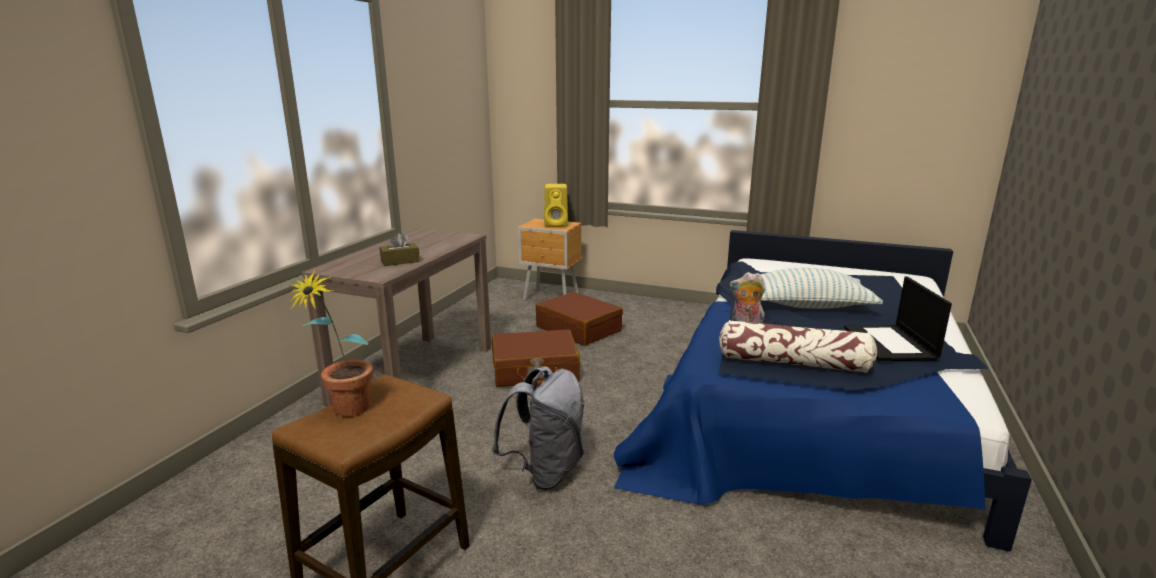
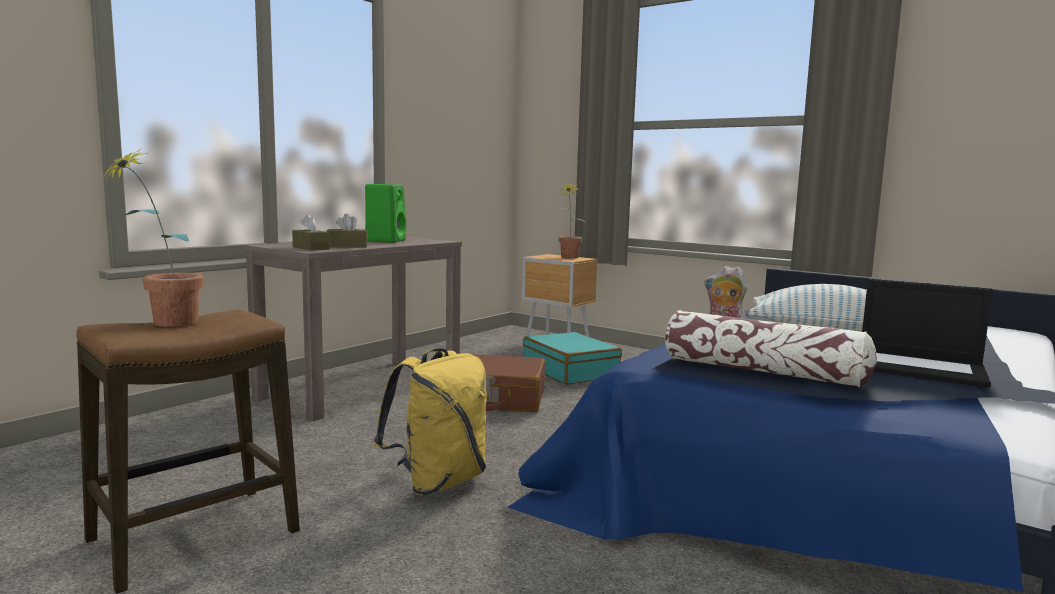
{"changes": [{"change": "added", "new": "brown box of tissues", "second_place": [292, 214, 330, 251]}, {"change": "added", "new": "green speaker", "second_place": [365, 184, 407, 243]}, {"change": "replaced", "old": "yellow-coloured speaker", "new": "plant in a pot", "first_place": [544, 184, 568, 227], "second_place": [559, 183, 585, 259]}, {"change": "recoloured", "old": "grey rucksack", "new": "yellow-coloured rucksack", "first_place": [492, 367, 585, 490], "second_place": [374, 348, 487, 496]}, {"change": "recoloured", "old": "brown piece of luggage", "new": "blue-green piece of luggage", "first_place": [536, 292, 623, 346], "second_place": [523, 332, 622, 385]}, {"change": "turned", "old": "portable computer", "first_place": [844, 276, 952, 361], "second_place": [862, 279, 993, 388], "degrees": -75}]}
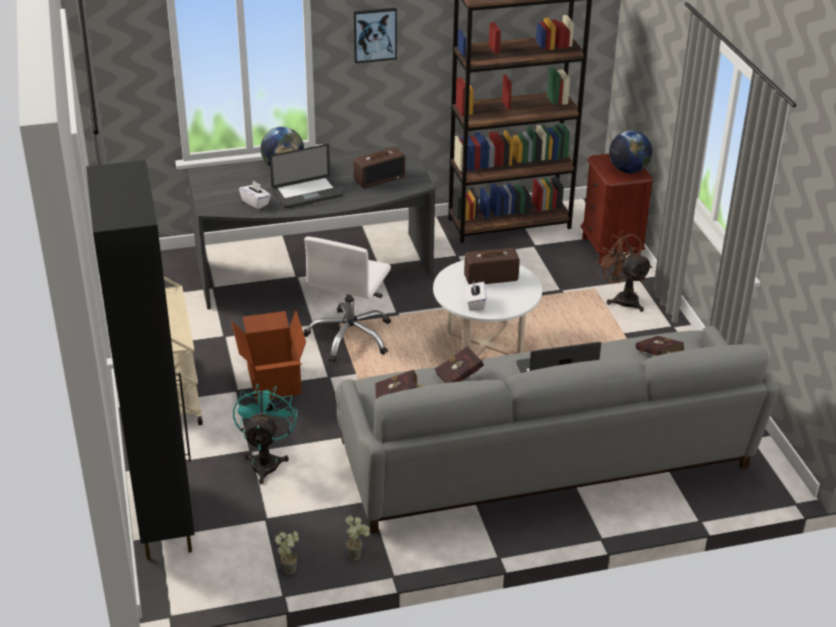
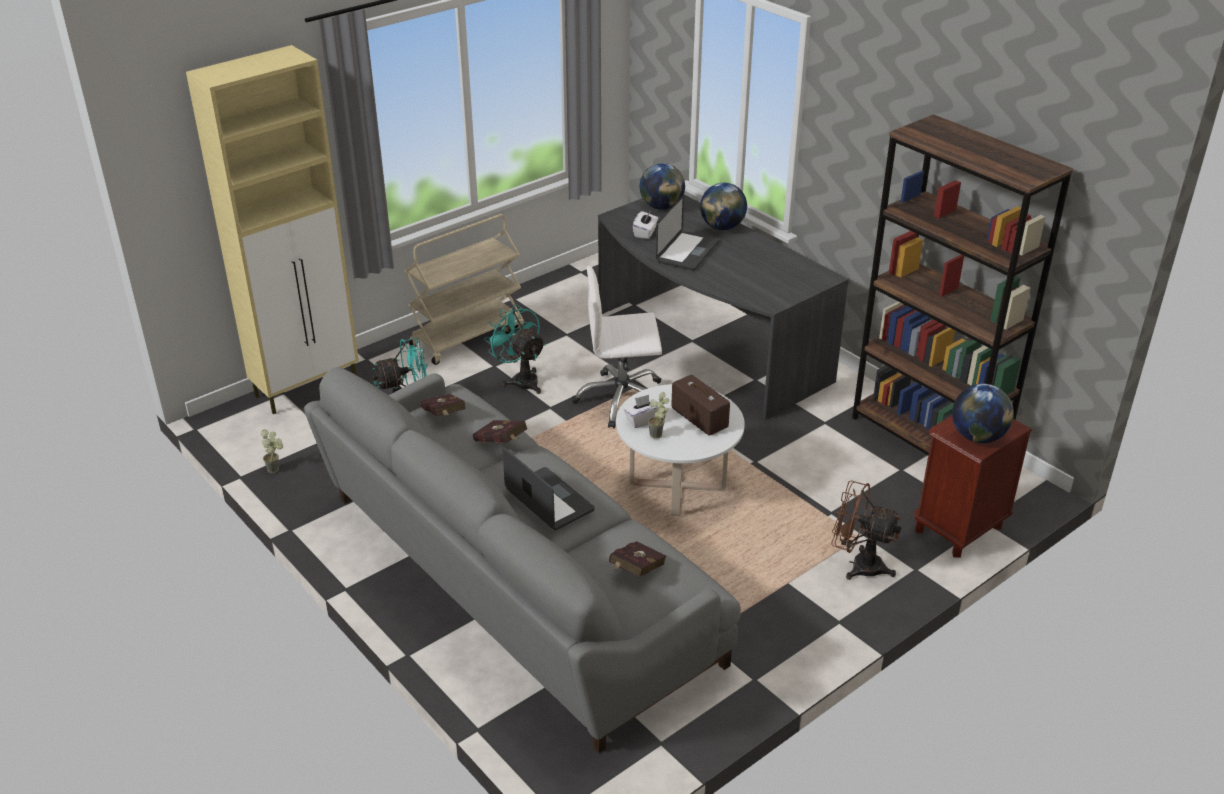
{"changes": [{"change": "removed", "old": "picture", "first_place": [354, 8, 397, 63]}, {"change": "removed", "old": "radio", "first_place": [354, 147, 405, 189]}, {"change": "added", "new": "desk globe", "second_place": [640, 163, 685, 210]}, {"change": "moved", "old": "plant in a pot", "first_place": [345, 516, 370, 560], "second_place": [648, 392, 669, 439]}, {"change": "replaced", "old": "carton", "new": "blue-green electric fan", "first_place": [231, 310, 306, 401], "second_place": [484, 304, 546, 394]}, {"change": "recoloured", "old": "black cupboard", "new": "beige-coloured cupboard", "first_place": [86, 160, 195, 560], "second_place": [186, 45, 359, 414]}, {"change": "turned", "old": "portable computer", "first_place": [270, 144, 343, 208], "second_place": [656, 195, 719, 271], "degrees": -105}, {"change": "turned", "old": "brown electric fan", "first_place": [596, 230, 653, 312], "second_place": [831, 481, 902, 580], "degrees": -90}]}
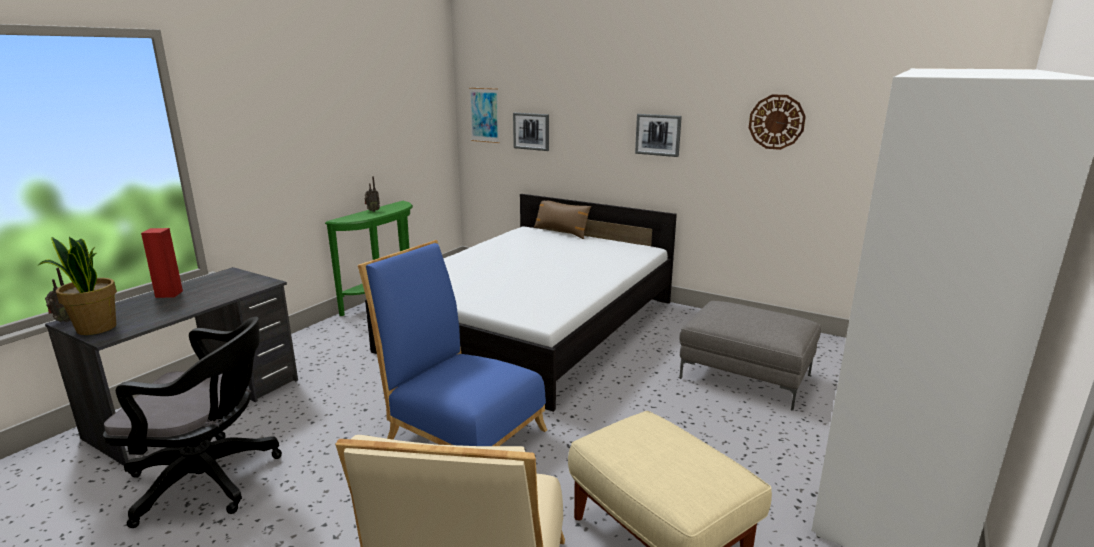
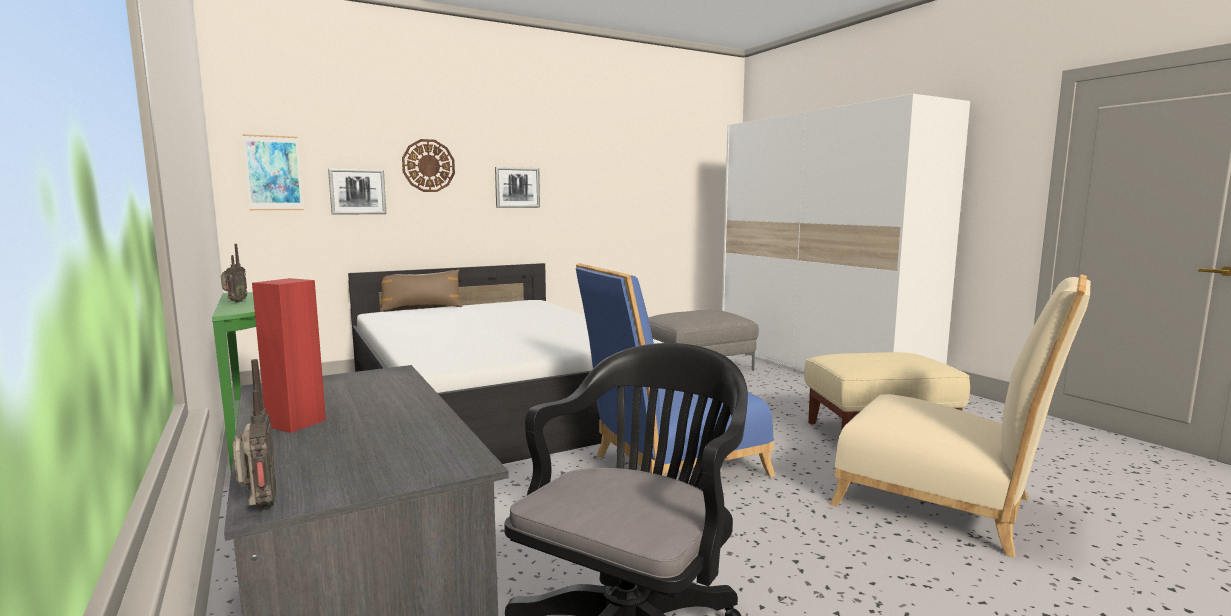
{"changes": [{"change": "removed", "old": "plant in a pot", "first_place": [39, 237, 117, 335]}, {"change": "moved", "old": "clock on the wall", "first_place": [749, 94, 806, 150], "second_place": [402, 139, 455, 192]}]}
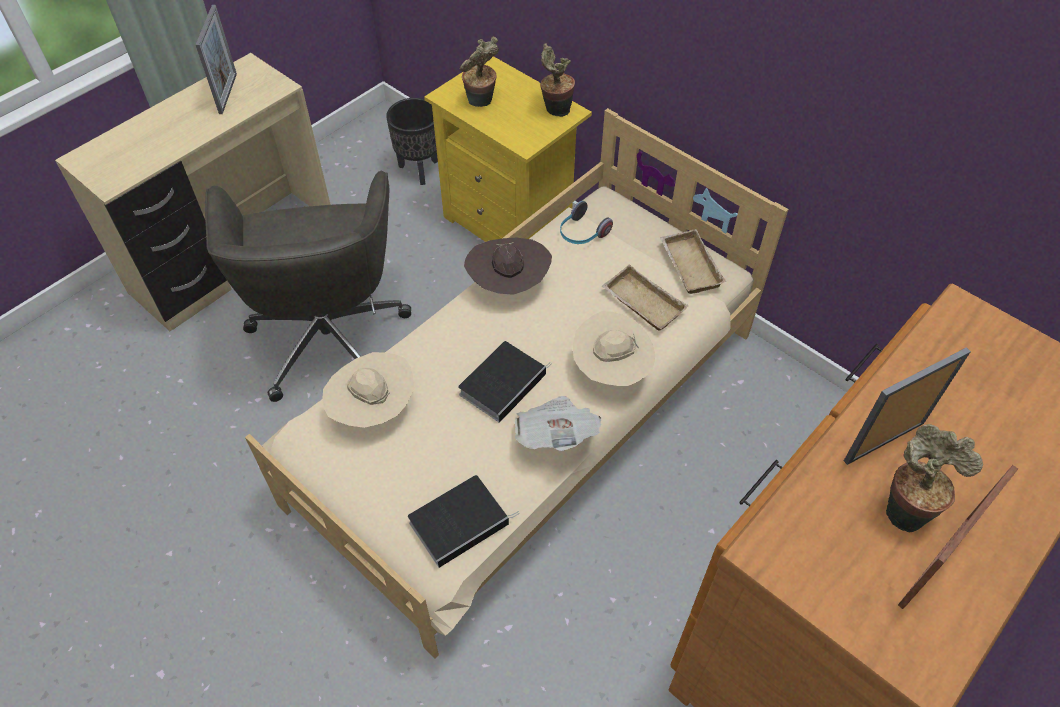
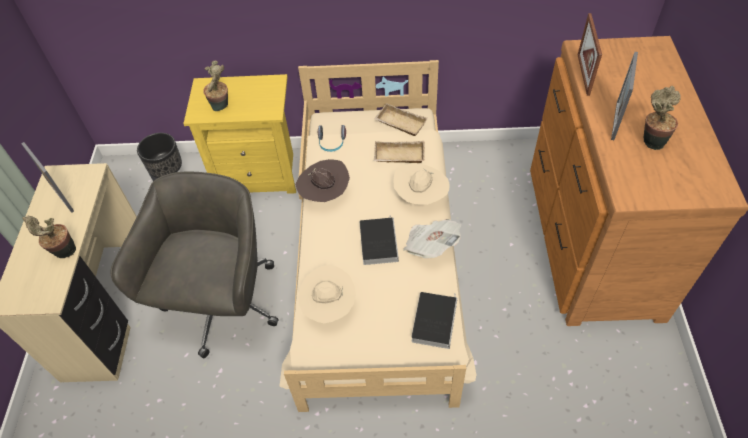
{"changes": [{"change": "moved", "old": "plant in a pot", "first_place": [540, 43, 575, 117], "second_place": [22, 216, 76, 258]}, {"change": "moved", "old": "photo frame", "first_place": [898, 465, 1018, 609], "second_place": [578, 13, 602, 96]}, {"change": "turned", "old": "grey computer chair", "first_place": [205, 171, 411, 402], "second_place": [111, 172, 279, 358], "degrees": -120}]}
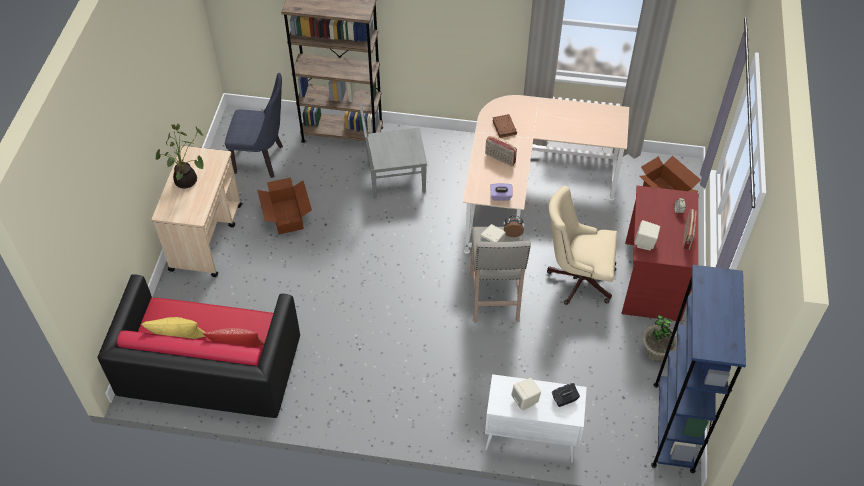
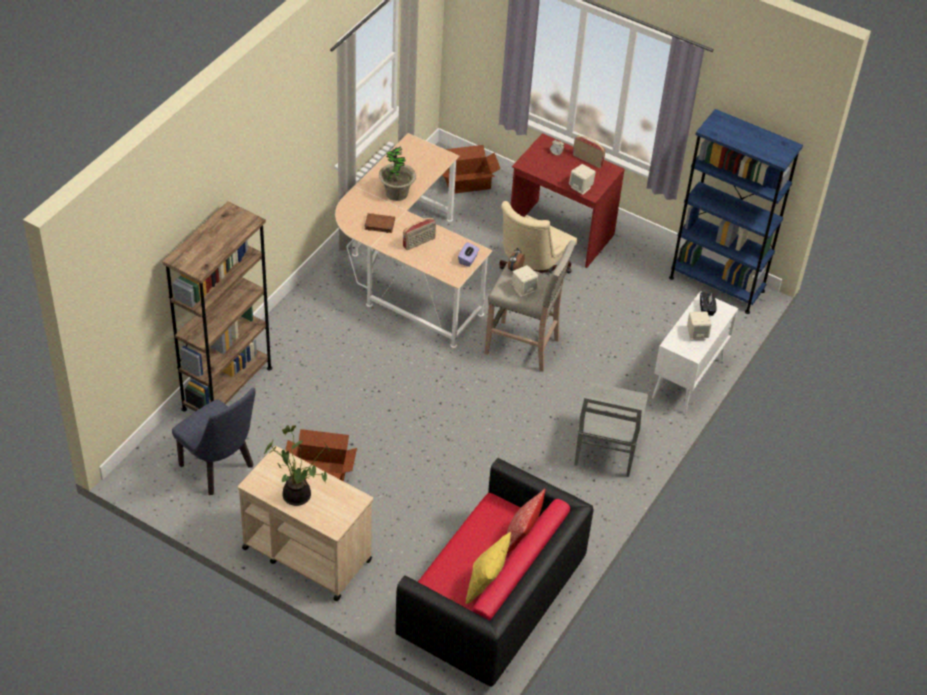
{"changes": [{"change": "moved", "old": "grey chair", "first_place": [359, 103, 427, 199], "second_place": [574, 382, 648, 477]}, {"change": "moved", "old": "plant in a pot", "first_place": [642, 315, 677, 362], "second_place": [379, 146, 416, 201]}, {"change": "turned", "old": "bluish chair", "first_place": [225, 73, 283, 178], "second_place": [172, 388, 256, 495], "degrees": 105}]}
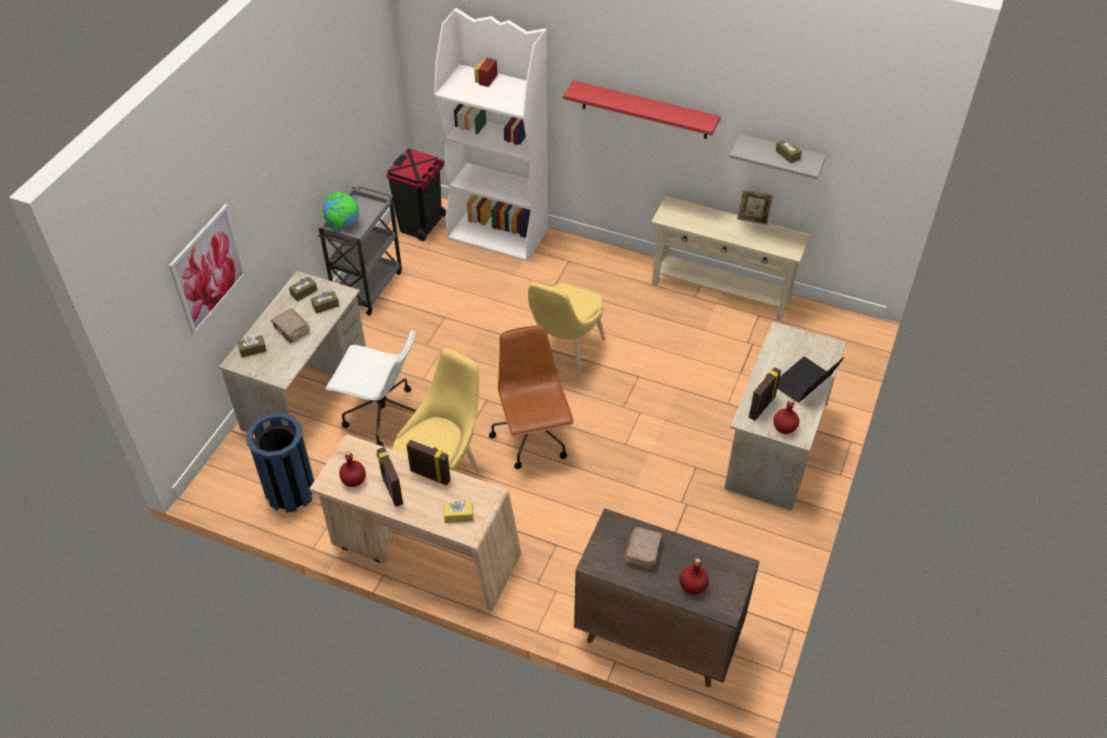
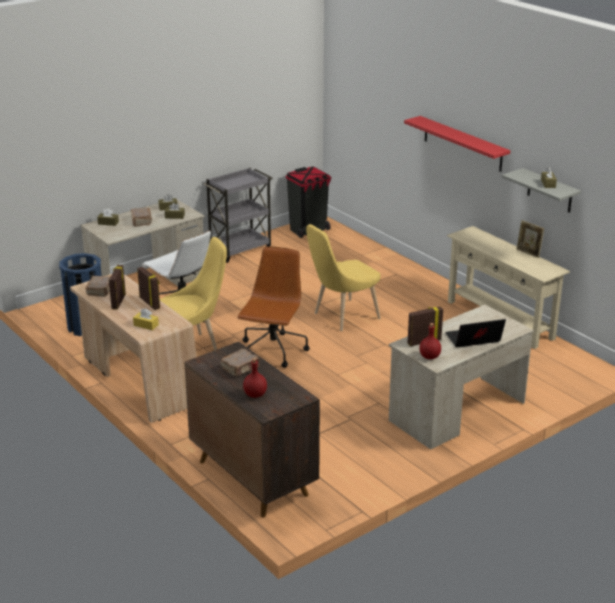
{"changes": [{"change": "removed", "old": "picture", "first_place": [169, 204, 246, 335]}, {"change": "removed", "old": "desk globe", "first_place": [322, 192, 359, 228]}, {"change": "removed", "old": "whitish bookcase", "first_place": [434, 8, 548, 262]}, {"change": "replaced", "old": "red-coloured beverage bottle", "new": "brown book", "first_place": [339, 452, 366, 487], "second_place": [85, 276, 110, 297]}]}
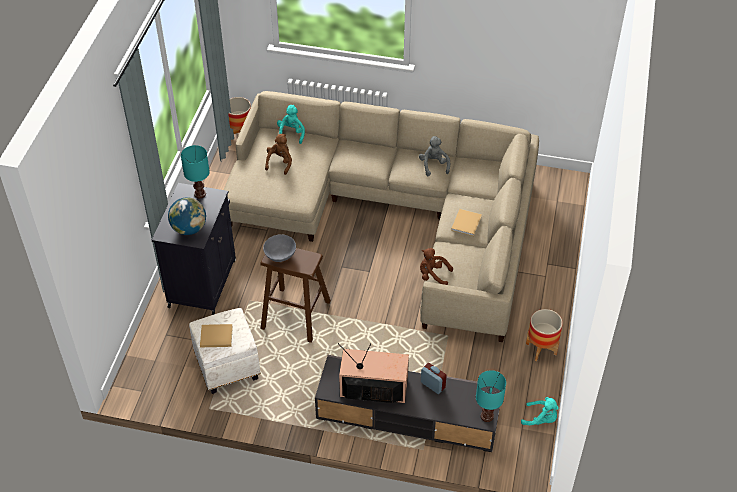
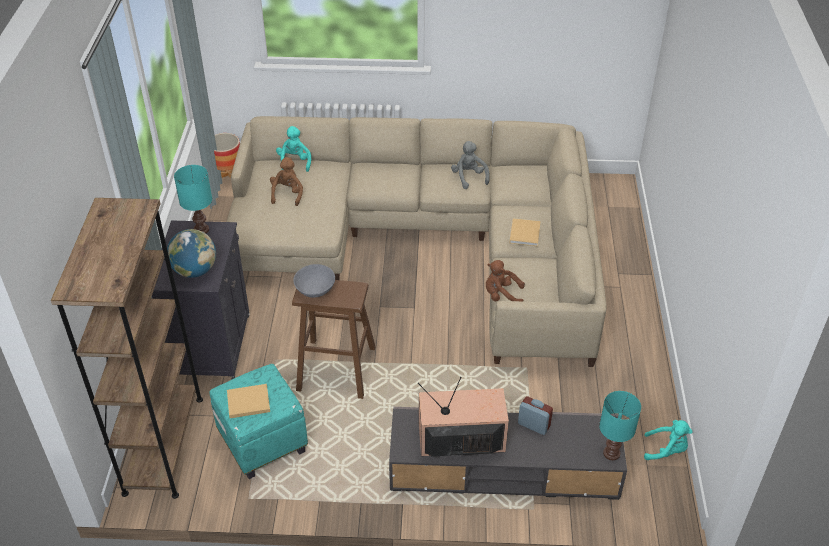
{"changes": [{"change": "removed", "old": "flower pot", "first_place": [526, 309, 563, 361]}, {"change": "added", "new": "brown bookcase", "second_place": [51, 198, 203, 499]}, {"change": "recoloured", "old": "whitish footrest", "new": "blue-green footrest", "first_place": [189, 308, 261, 394], "second_place": [209, 364, 308, 479]}]}
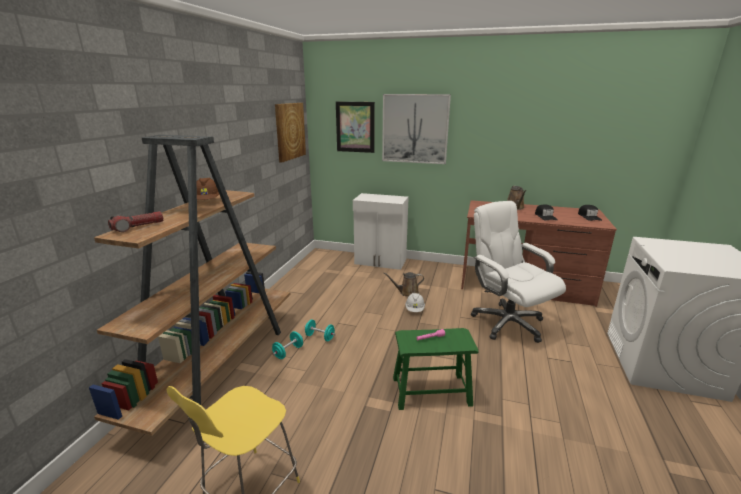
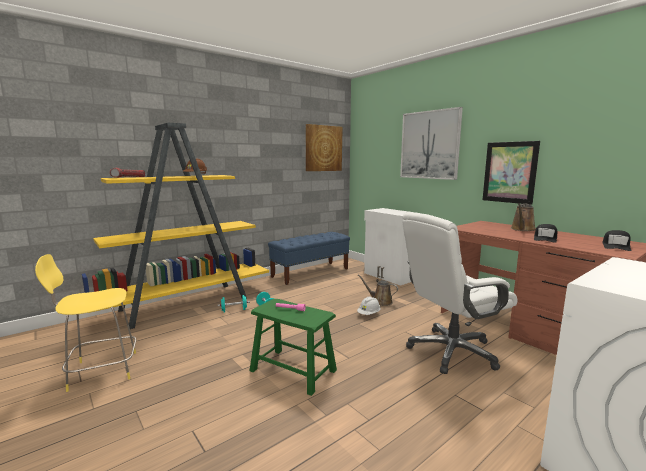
{"changes": [{"change": "added", "new": "bluish bench", "second_place": [268, 232, 350, 285]}, {"change": "moved", "old": "picture", "first_place": [336, 102, 375, 153], "second_place": [483, 141, 540, 205]}, {"change": "recoloured", "old": "brown bookcase", "new": "yellow-coloured bookcase", "first_place": [89, 135, 291, 436], "second_place": [82, 123, 269, 329]}, {"change": "turned", "old": "whitish computer chair", "first_place": [471, 201, 566, 343], "second_place": [402, 212, 518, 374], "degrees": -120}]}
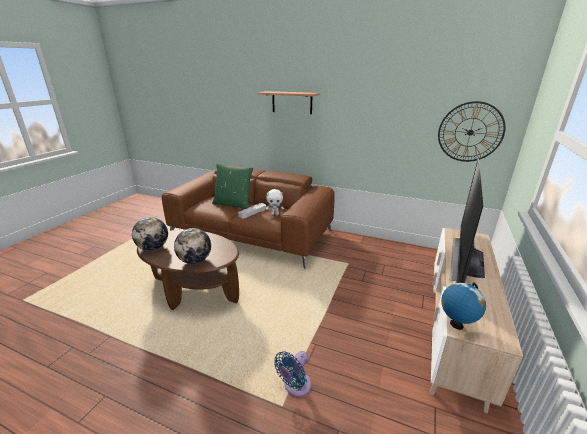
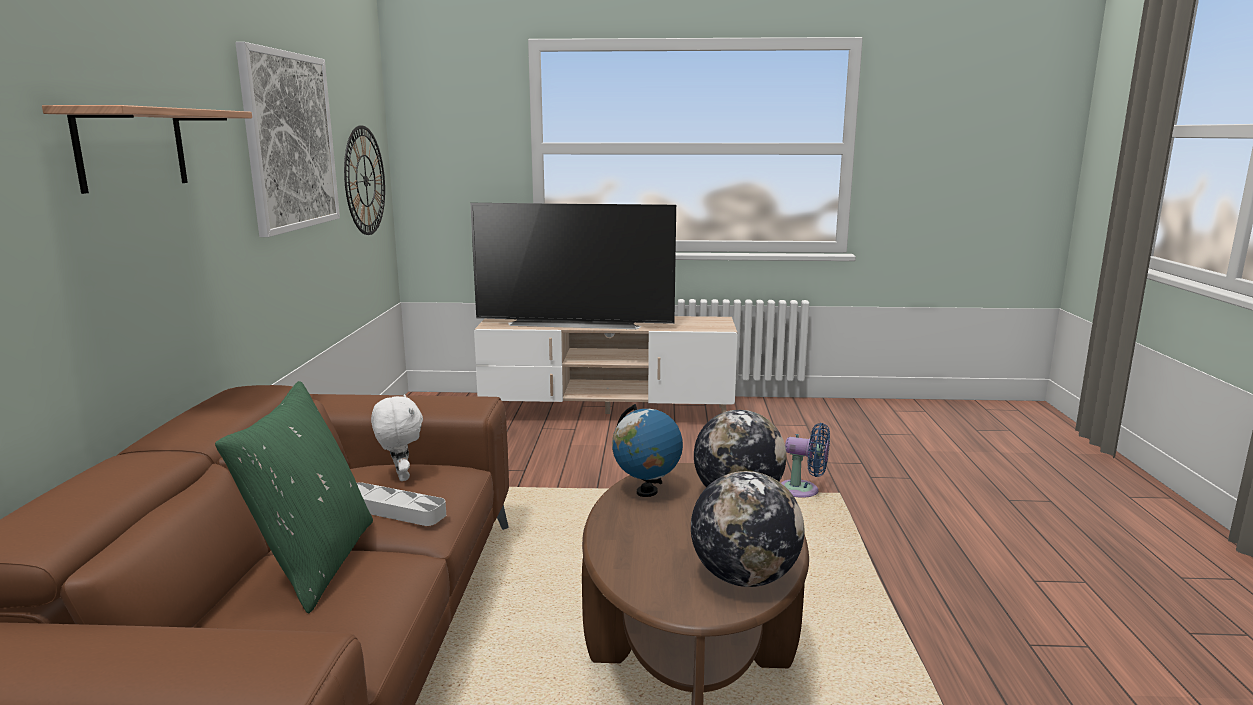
{"changes": [{"change": "added", "new": "picture", "second_place": [235, 42, 340, 237]}, {"change": "moved", "old": "desk globe", "first_place": [441, 282, 486, 330], "second_place": [612, 404, 683, 497]}]}
